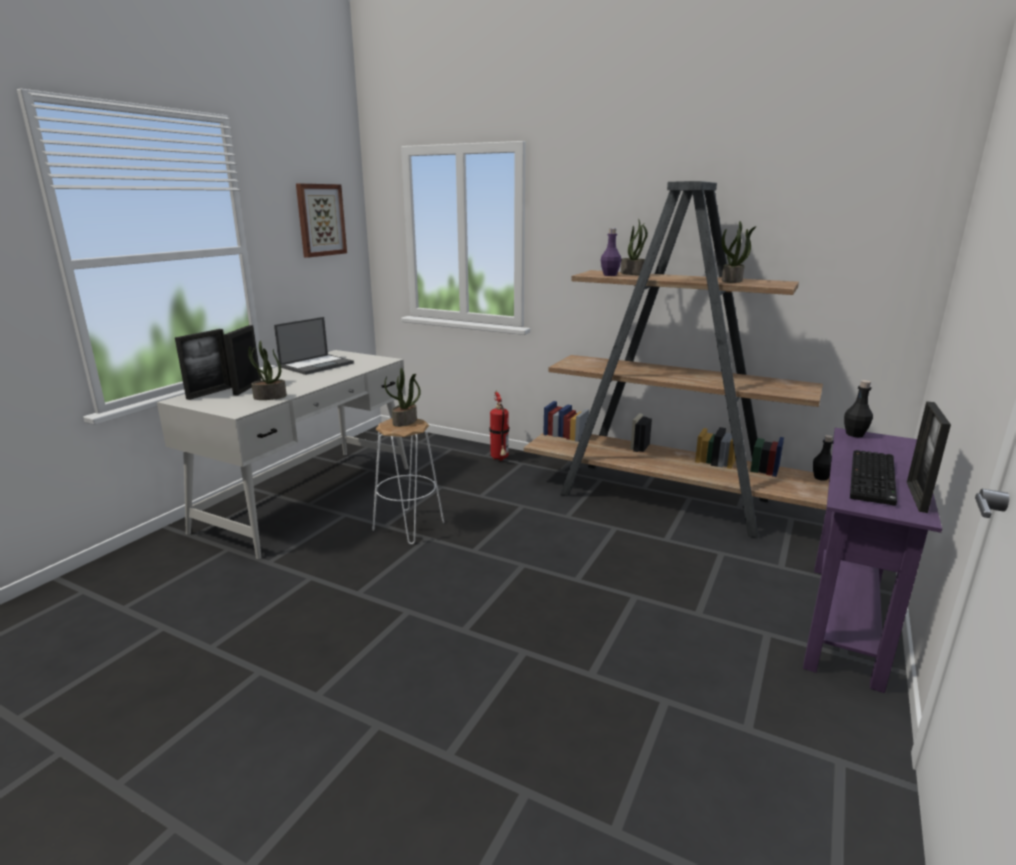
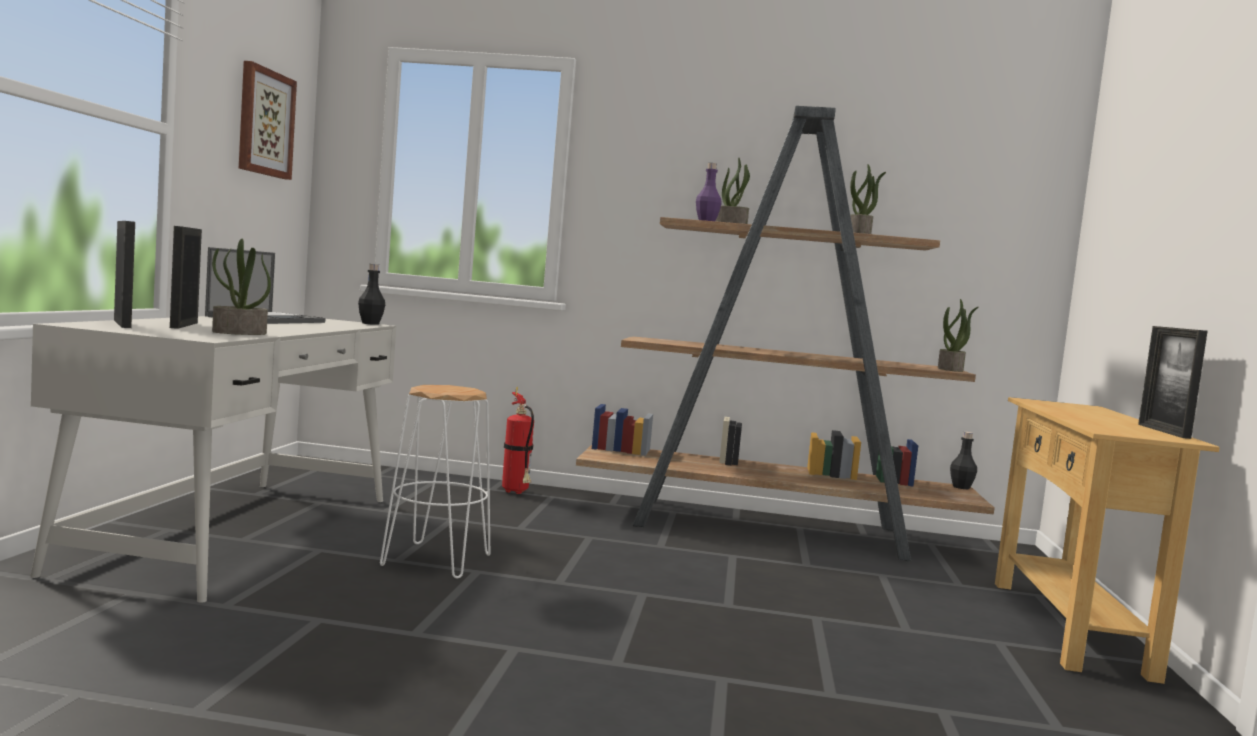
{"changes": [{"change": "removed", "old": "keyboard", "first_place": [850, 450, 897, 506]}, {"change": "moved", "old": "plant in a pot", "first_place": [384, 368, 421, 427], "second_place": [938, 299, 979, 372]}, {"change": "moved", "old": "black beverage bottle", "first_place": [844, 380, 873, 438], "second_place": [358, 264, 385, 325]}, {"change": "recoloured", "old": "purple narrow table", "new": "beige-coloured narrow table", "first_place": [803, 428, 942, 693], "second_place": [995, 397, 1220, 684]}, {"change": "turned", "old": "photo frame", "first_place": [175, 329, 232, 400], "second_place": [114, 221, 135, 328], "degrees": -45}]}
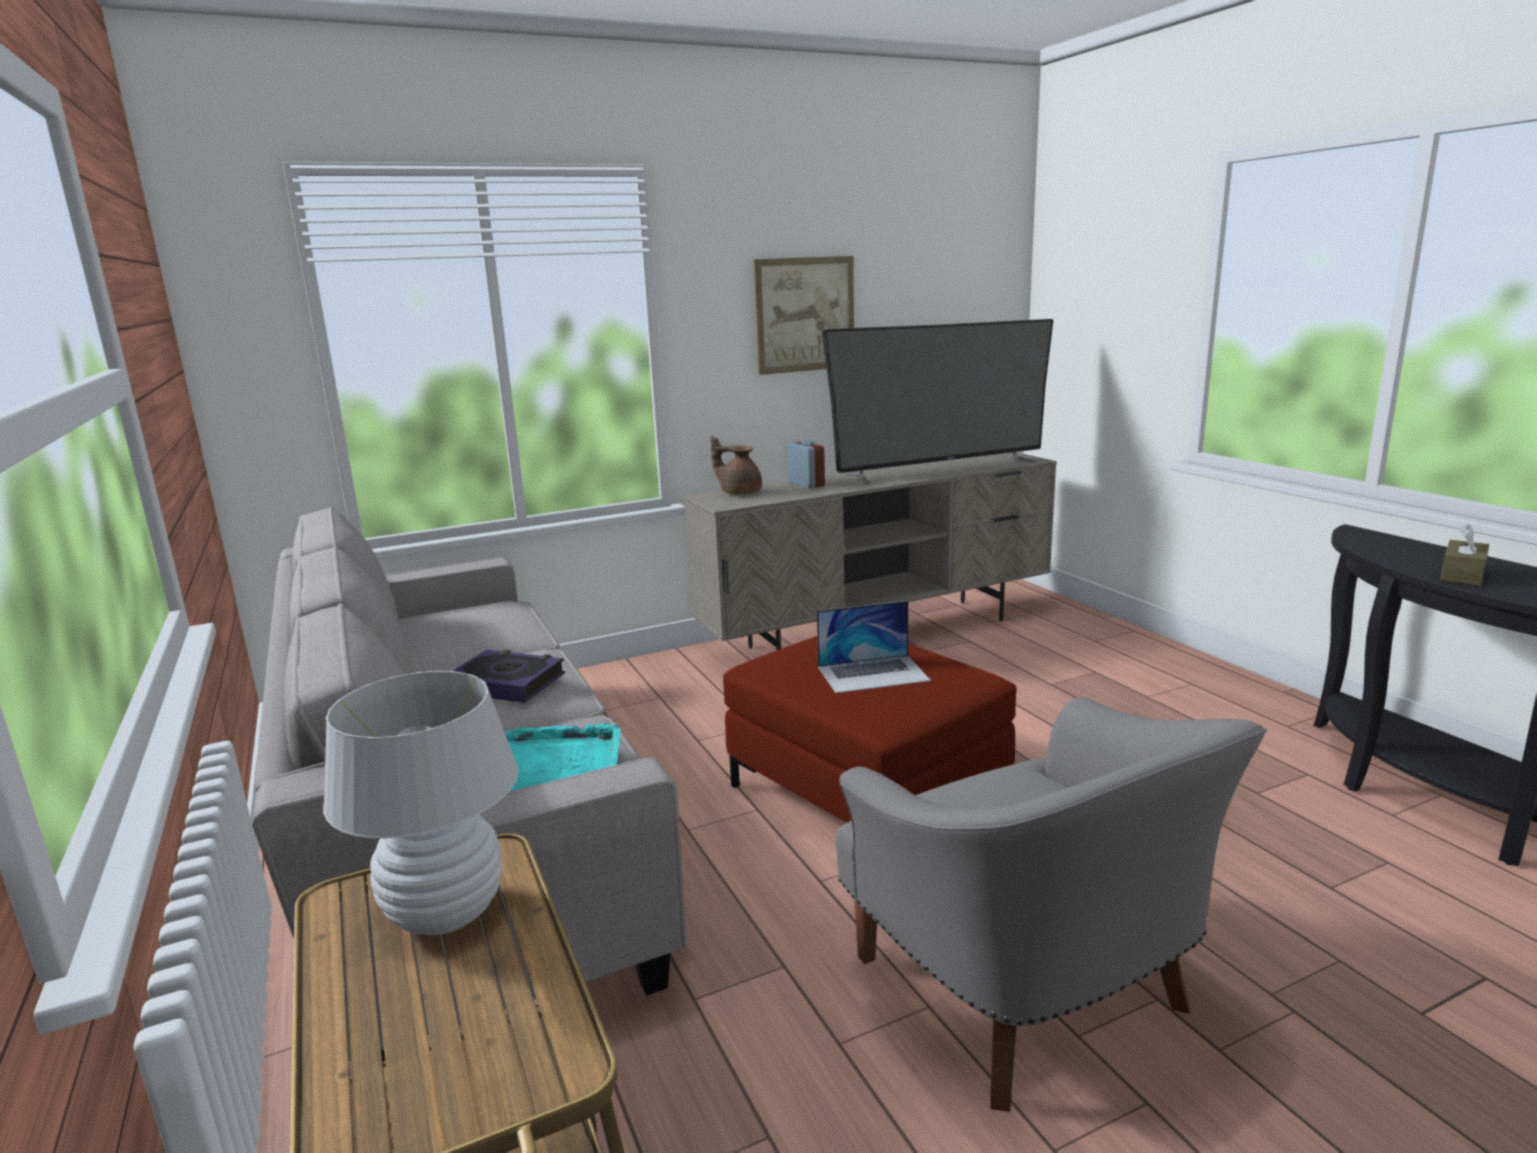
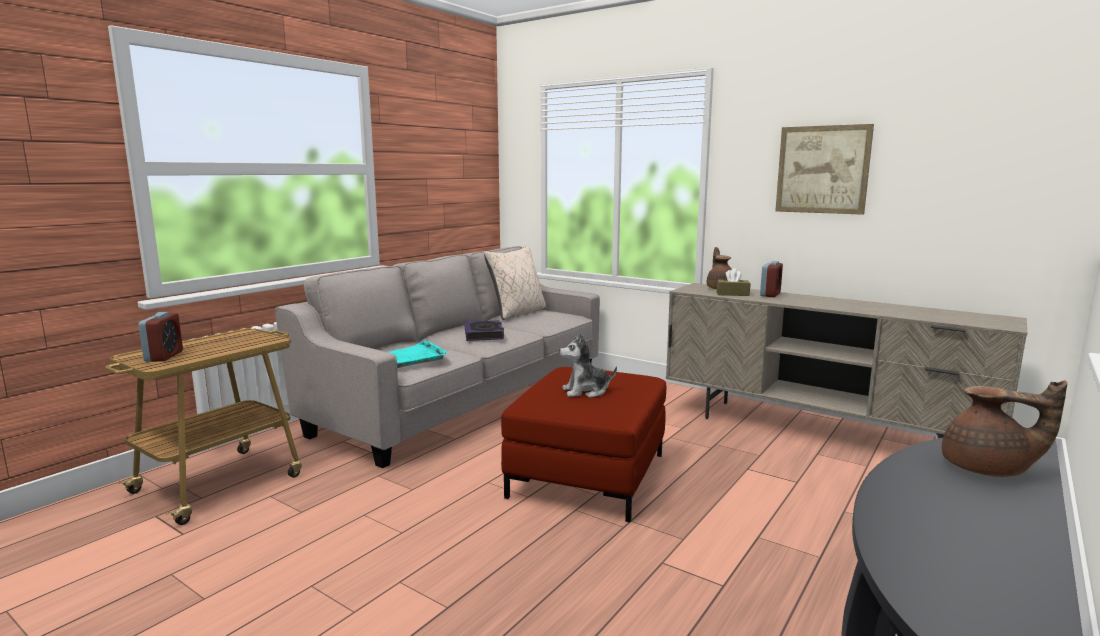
{"changes": [{"change": "removed", "old": "whitish lamp for a table", "first_place": [323, 671, 518, 935]}, {"change": "removed", "old": "TV", "first_place": [822, 319, 1053, 484]}, {"change": "removed", "old": "grey lounge chair", "first_place": [836, 697, 1267, 1112]}, {"change": "added", "new": "table clock", "second_place": [138, 312, 183, 362]}, {"change": "added", "new": "beige-coloured throw pillow", "second_place": [484, 246, 546, 320]}, {"change": "added", "new": "brown pot for tea", "second_place": [942, 380, 1067, 477]}, {"change": "moved", "old": "brown box of tissues", "first_place": [1440, 523, 1489, 586], "second_place": [717, 268, 750, 296]}, {"change": "replaced", "old": "portable computer", "new": "plush toy", "first_place": [817, 601, 931, 693], "second_place": [559, 334, 617, 398]}]}
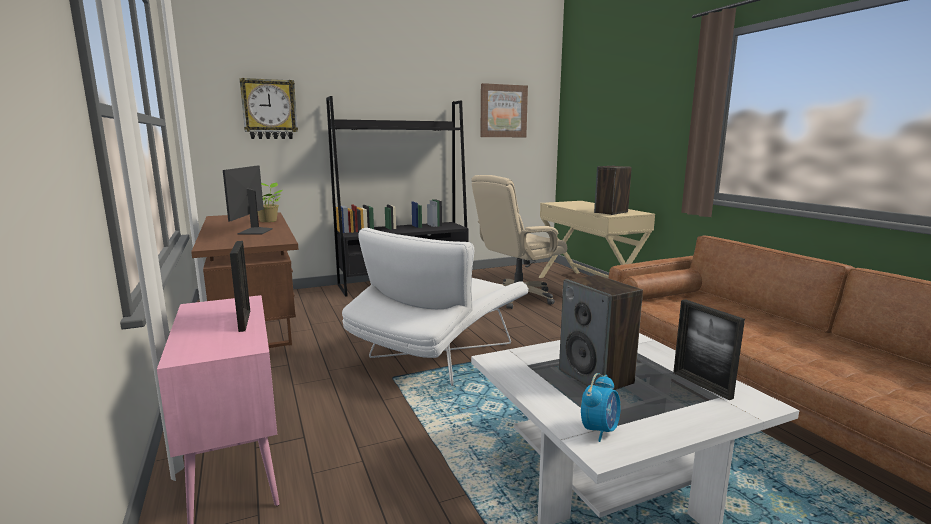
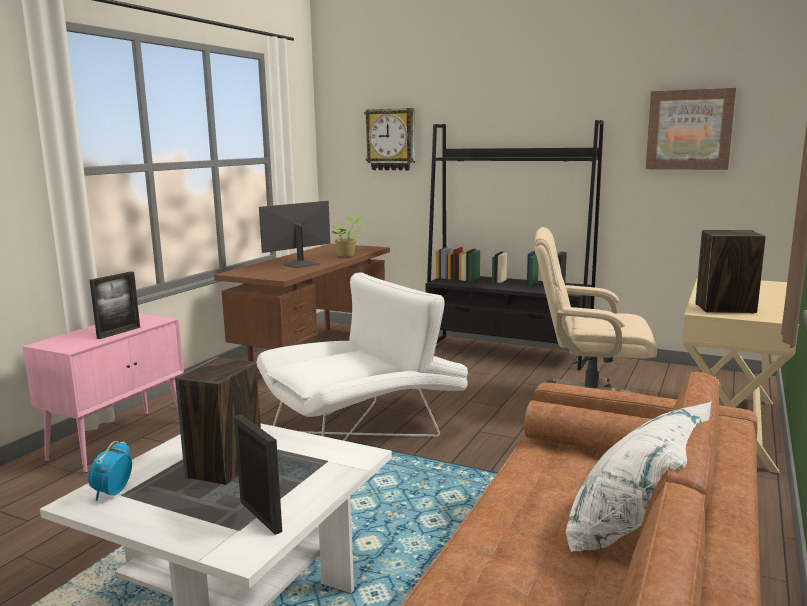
{"changes": [{"change": "added", "new": "whitish throw pillow", "second_place": [566, 401, 712, 552]}, {"change": "turned", "old": "whitish lounge chair", "first_place": [342, 228, 529, 386], "second_place": [257, 272, 468, 441], "degrees": 150}, {"change": "turned", "old": "table clock", "first_place": [581, 373, 621, 442], "second_place": [88, 441, 132, 501], "degrees": 105}, {"change": "turned", "old": "photo frame", "first_place": [673, 299, 745, 400], "second_place": [234, 415, 282, 535], "degrees": 120}]}
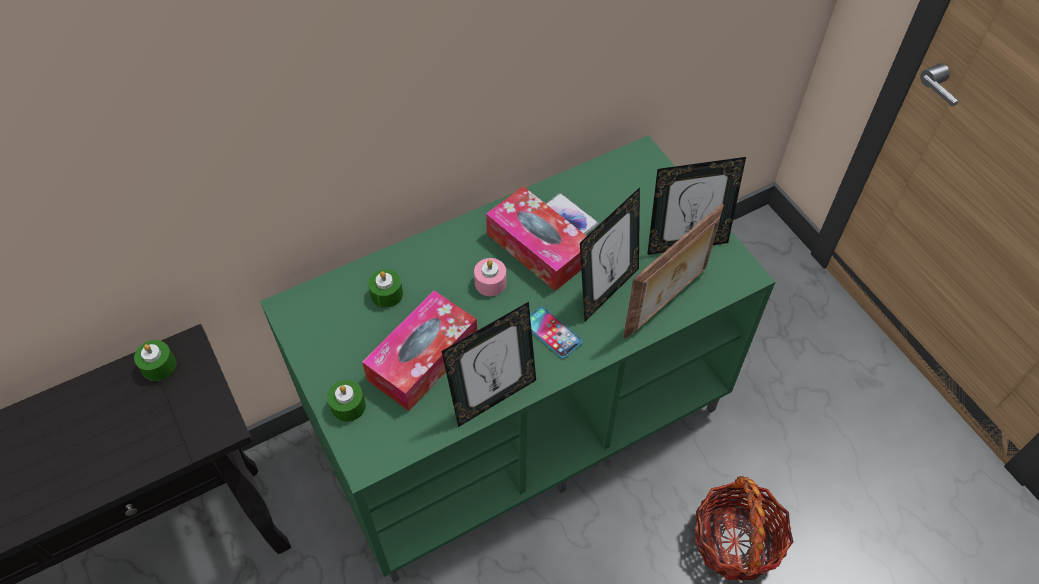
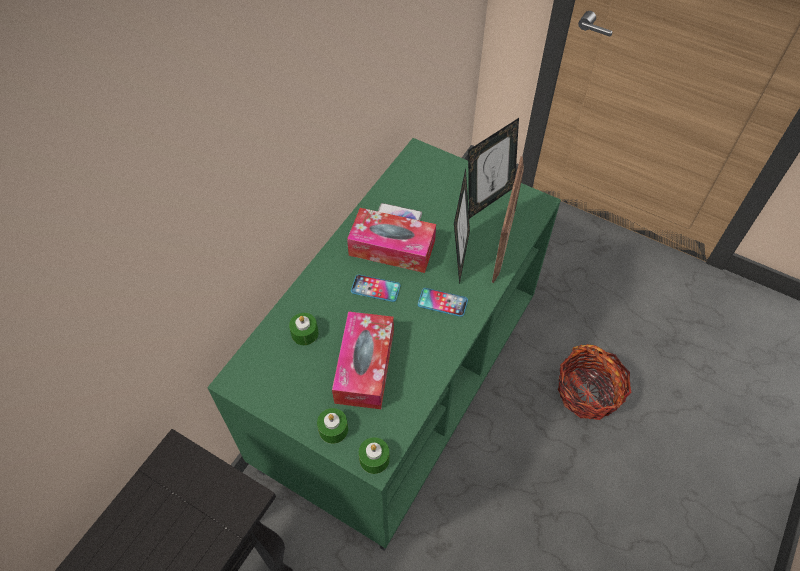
{"changes": [{"change": "removed", "old": "photo frame", "first_place": [442, 302, 536, 427]}, {"change": "moved", "old": "green candle", "first_place": [134, 340, 176, 381], "second_place": [359, 437, 390, 474]}, {"change": "replaced", "old": "pinkish candle", "new": "handset", "first_place": [474, 258, 507, 296], "second_place": [351, 275, 401, 302]}]}
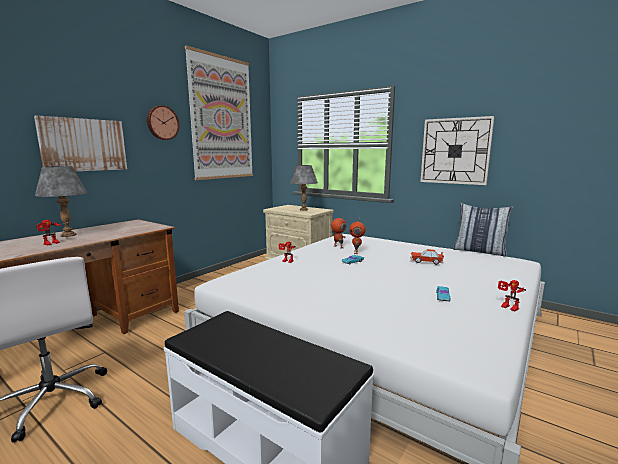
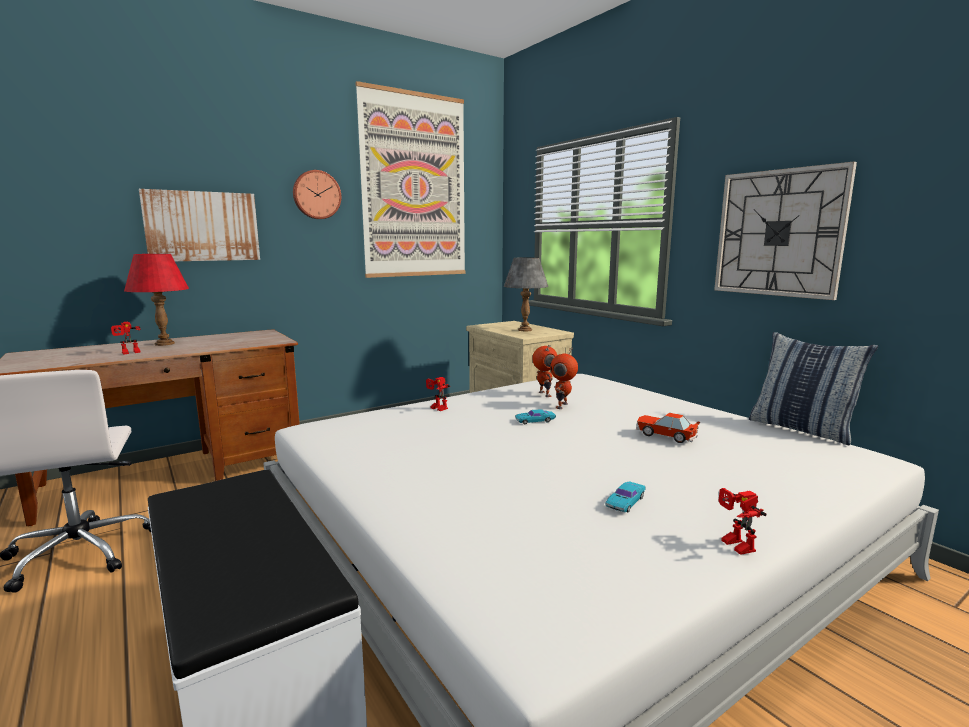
{"changes": [{"change": "recoloured", "old": "grey lamp for a table", "new": "red-coloured lamp for a table", "first_place": [35, 166, 87, 237], "second_place": [124, 254, 189, 346]}]}
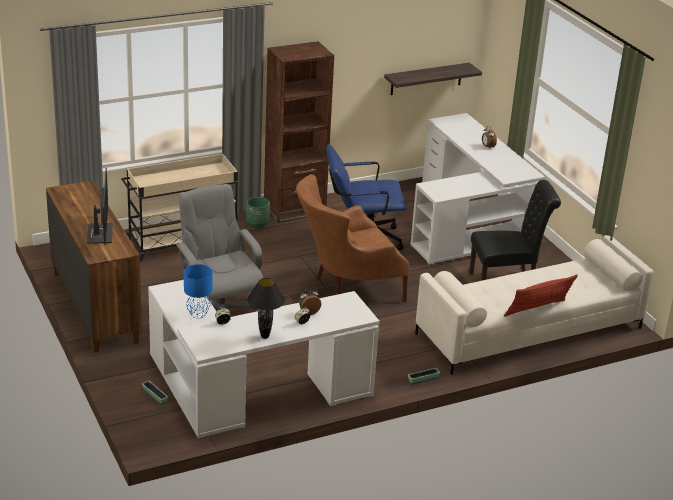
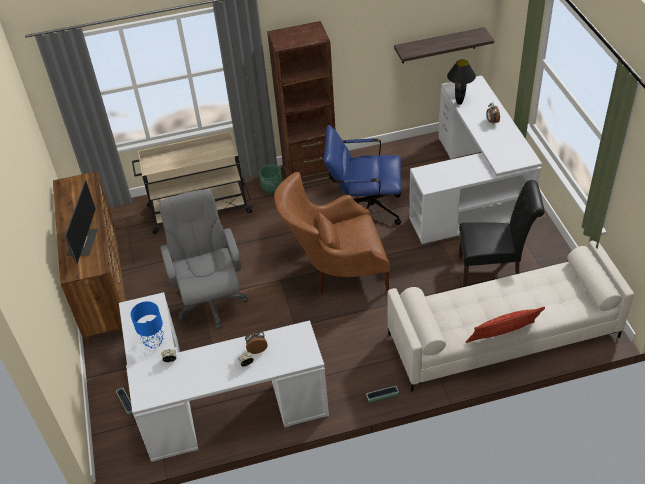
{"changes": [{"change": "moved", "old": "black lamp for a table", "first_place": [247, 278, 285, 339], "second_place": [447, 59, 476, 105]}]}
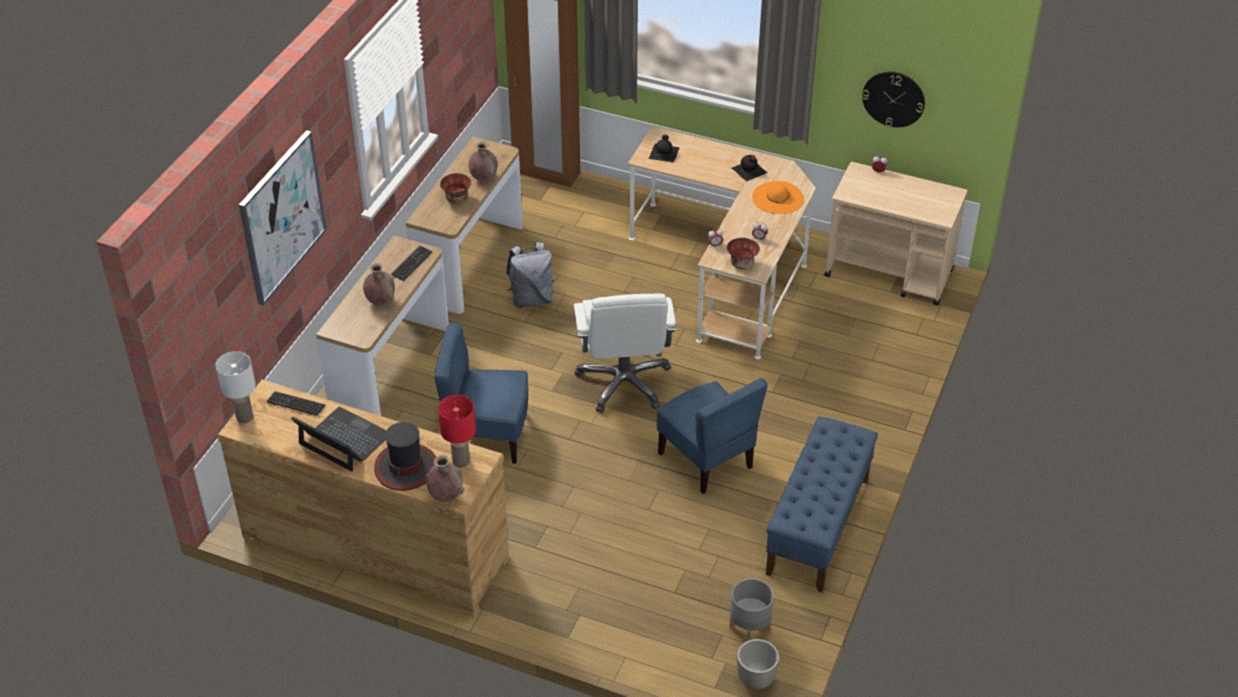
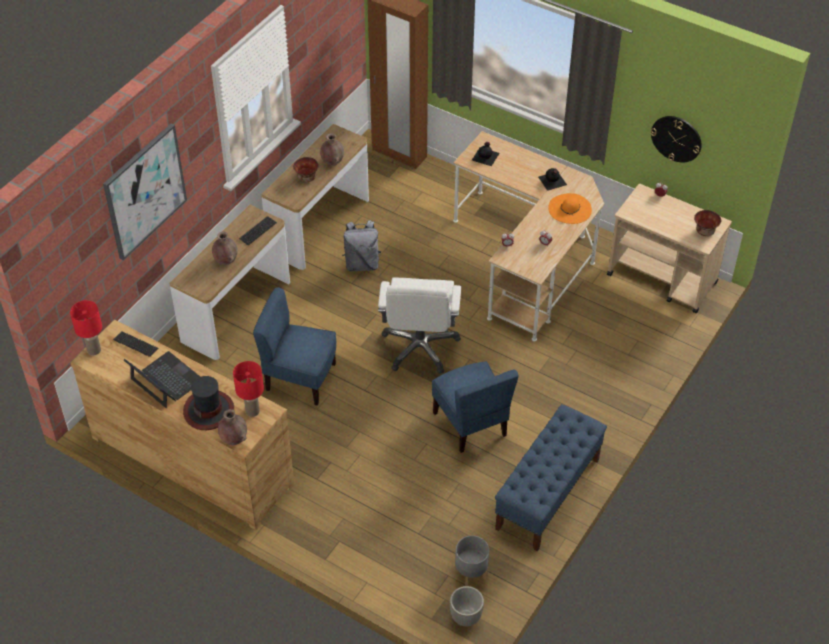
{"changes": [{"change": "moved", "old": "deep dish", "first_place": [727, 238, 760, 269], "second_place": [694, 210, 721, 236]}, {"change": "recoloured", "old": "whitish lamp for a table", "new": "red-coloured lamp for a table", "first_place": [216, 351, 256, 423], "second_place": [70, 300, 102, 355]}]}
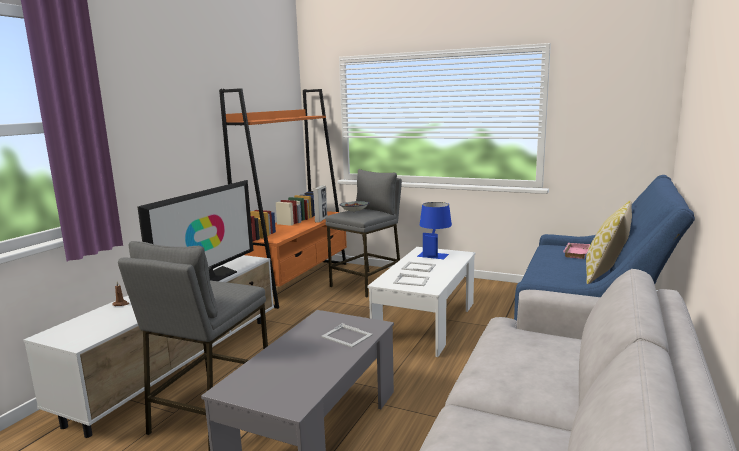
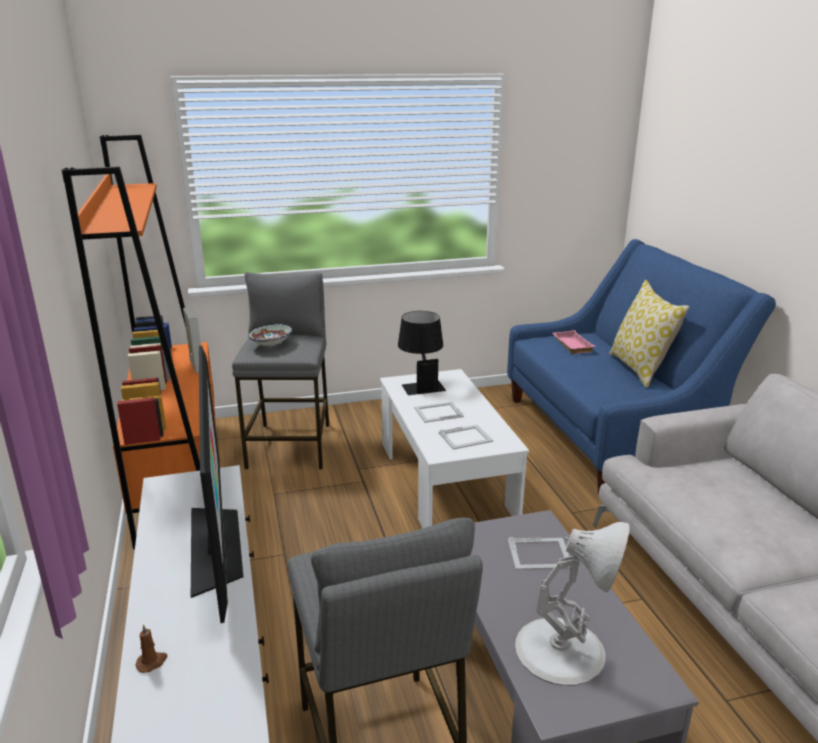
{"changes": [{"change": "added", "new": "whitish lamp for a table", "second_place": [515, 522, 630, 686]}, {"change": "recoloured", "old": "bluish lamp for a table", "new": "black lamp for a table", "first_place": [417, 202, 452, 259], "second_place": [398, 311, 446, 395]}]}
